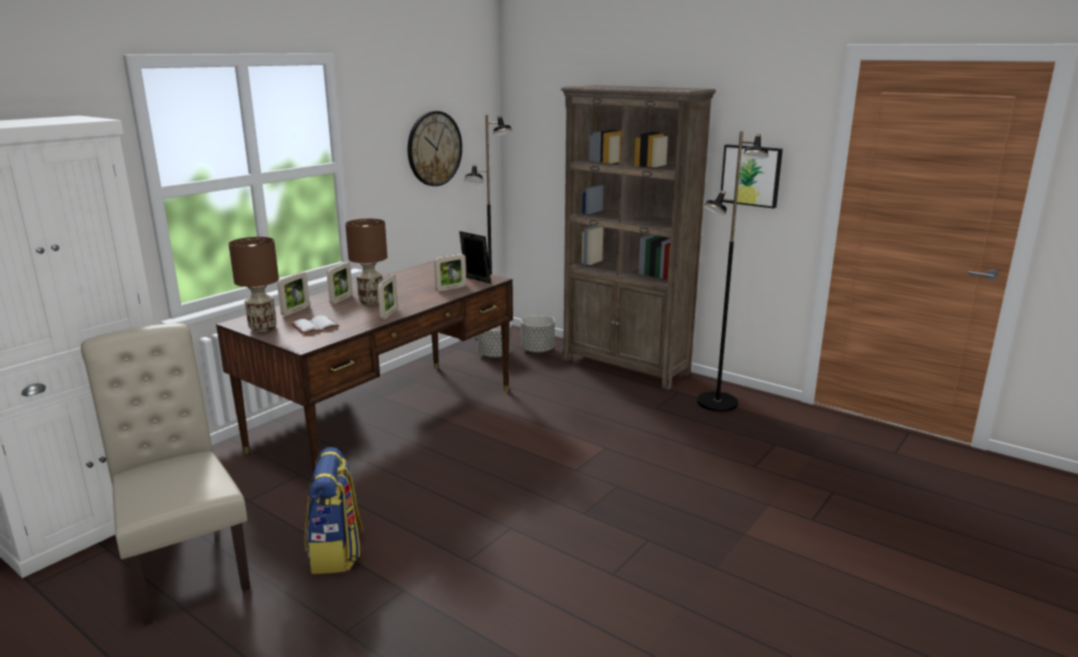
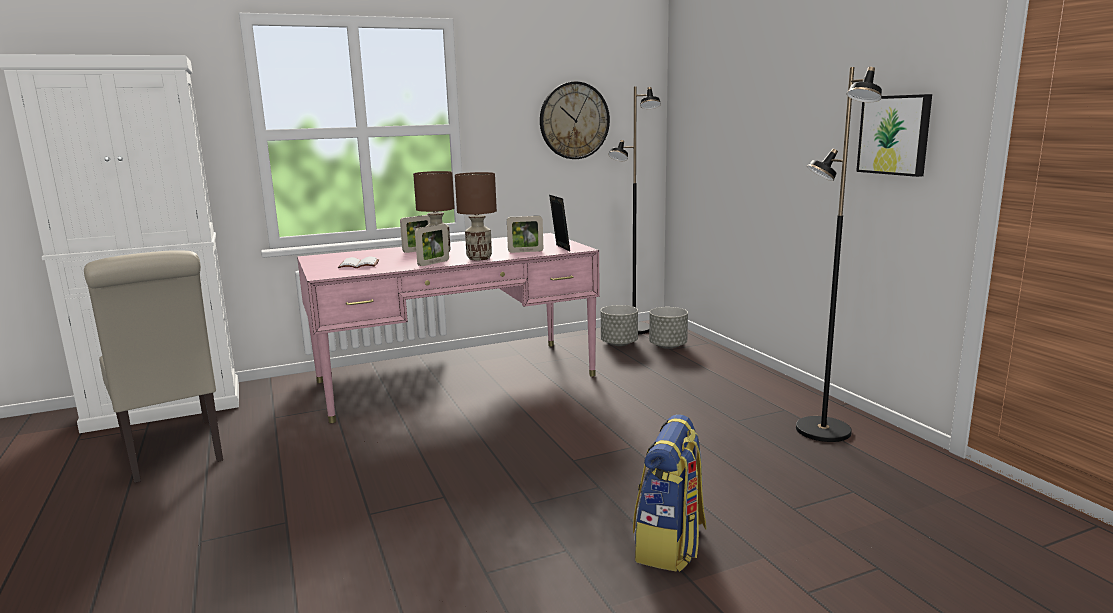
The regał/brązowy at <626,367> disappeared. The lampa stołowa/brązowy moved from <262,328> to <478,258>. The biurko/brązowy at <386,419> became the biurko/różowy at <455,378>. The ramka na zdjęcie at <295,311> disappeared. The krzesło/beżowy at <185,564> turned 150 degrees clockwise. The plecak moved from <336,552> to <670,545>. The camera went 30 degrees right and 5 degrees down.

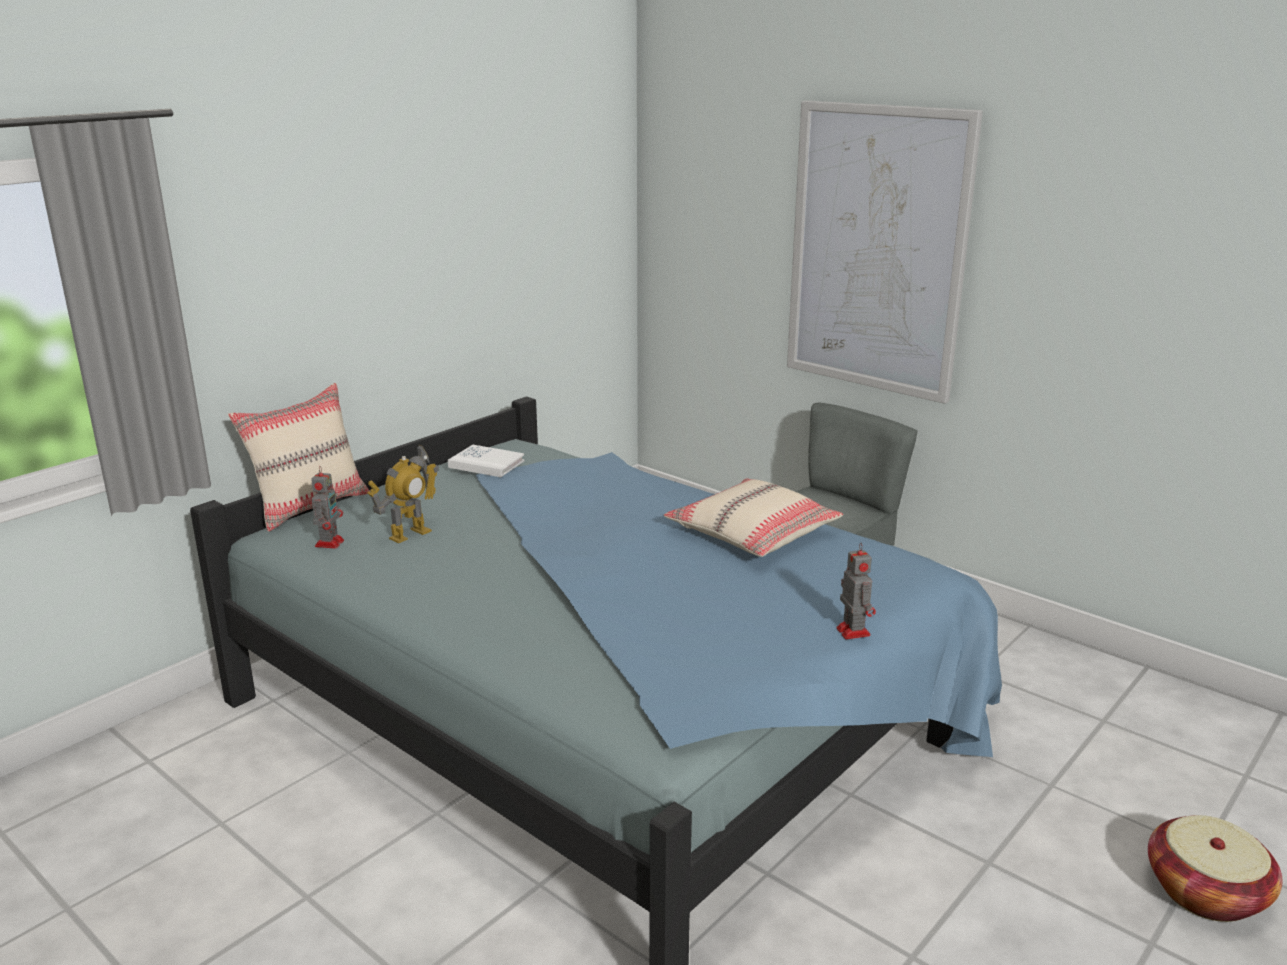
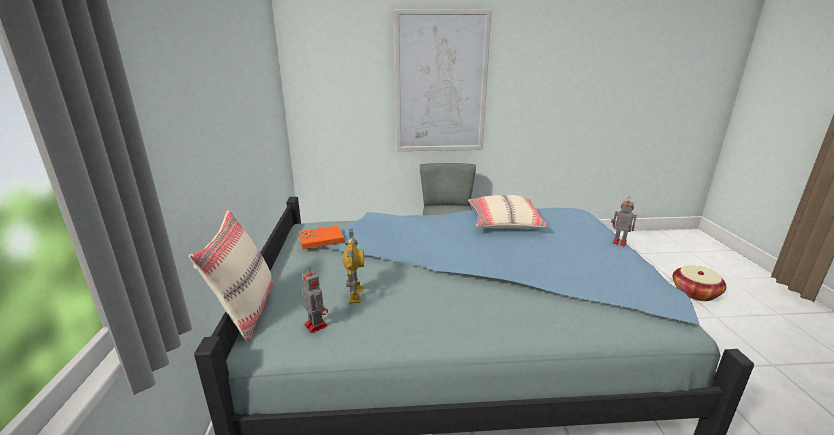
The książka/biały at <486,464> became the książka/pomarańczowy at <321,239>. The camera went 45 degrees left and 0 degrees up.

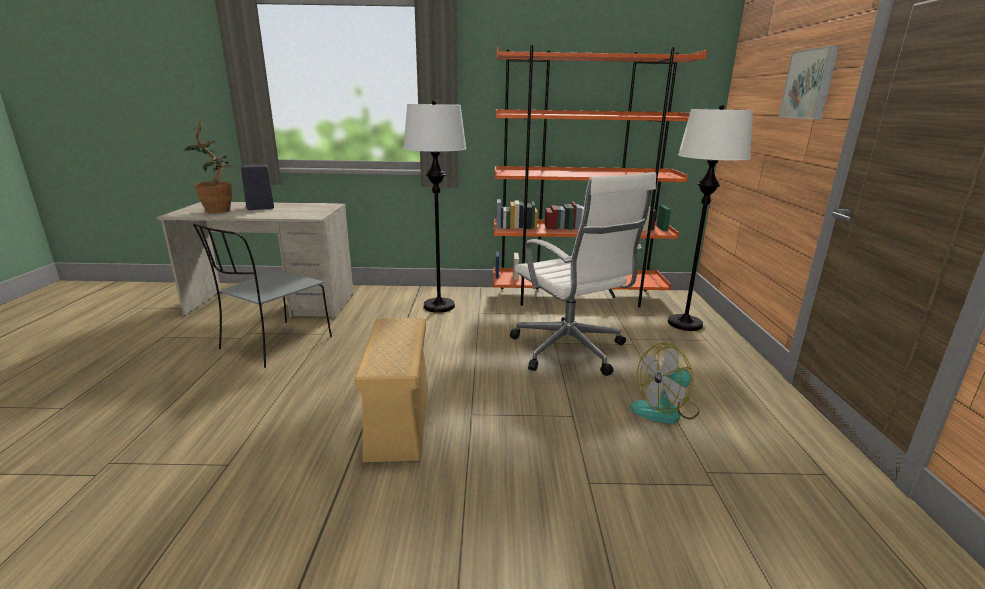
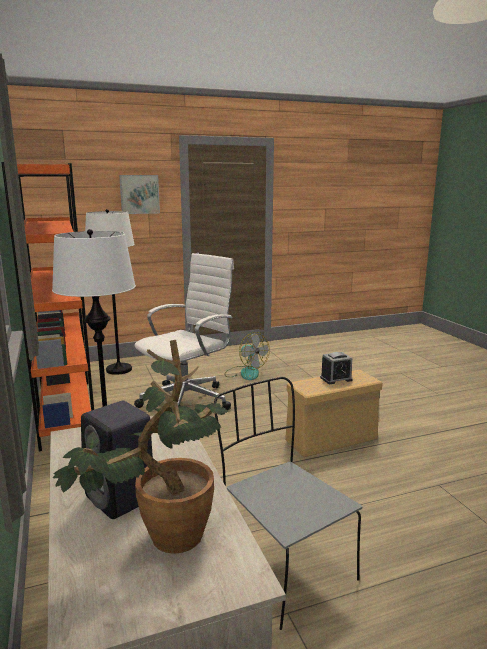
The krzesło/szary at <274,344> turned 135 degrees counterclockwise. The budzik at <336,379> appeared. The camera went 110 degrees left and 5 degrees down.

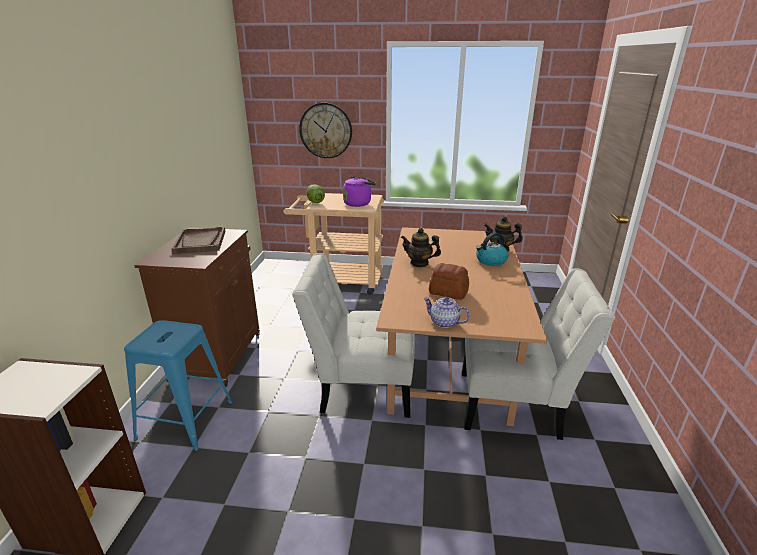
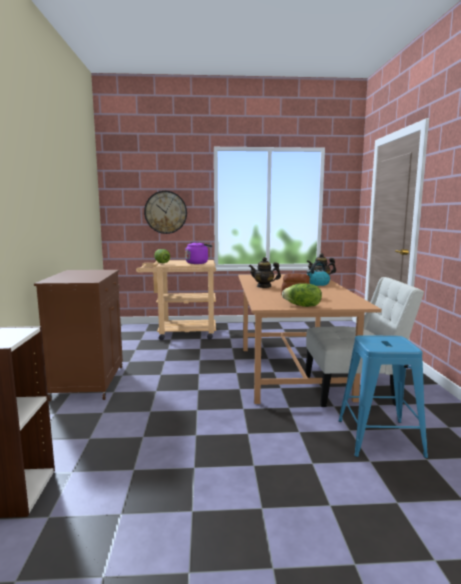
The taca/brązowy at <200,242> disappeared. The krzesło/biały at <361,386> disappeared. The imbryk at <444,323> was replaced by the sałata at <302,306>. The stołek/niebieski moved from <185,420> to <380,438>. The camera went 10 degrees left and 15 degrees down.

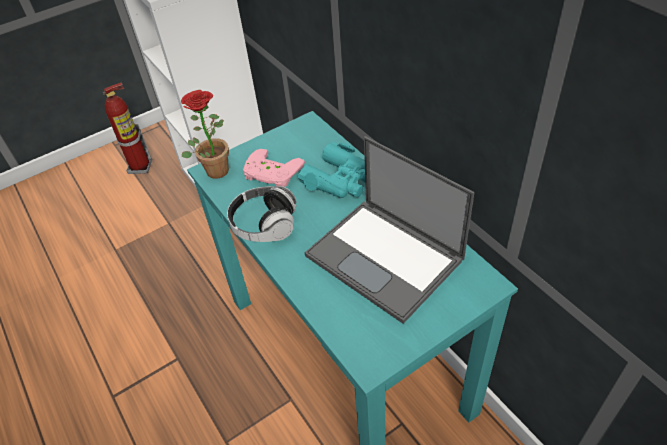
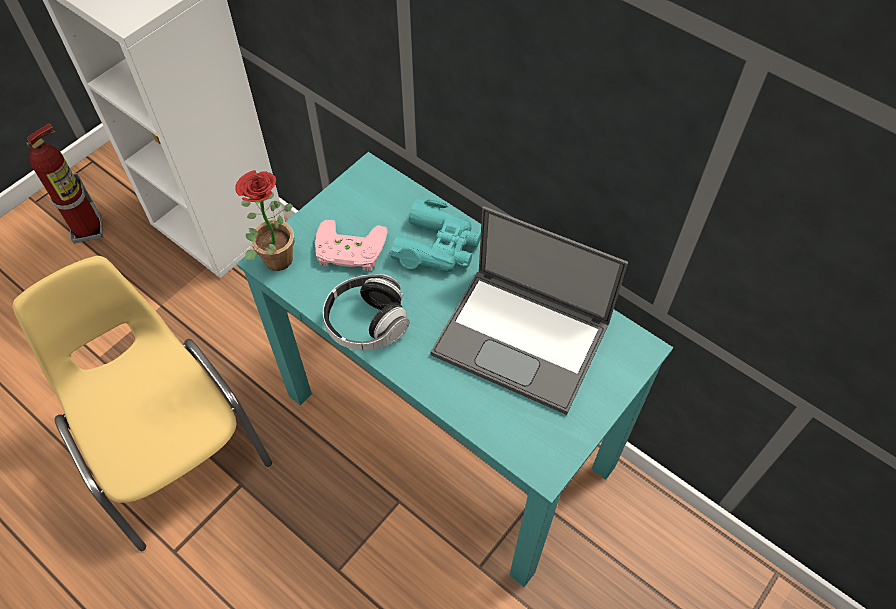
The krzesło/żółty at <172,446> appeared. The camera went 20 degrees left and 10 degrees up.

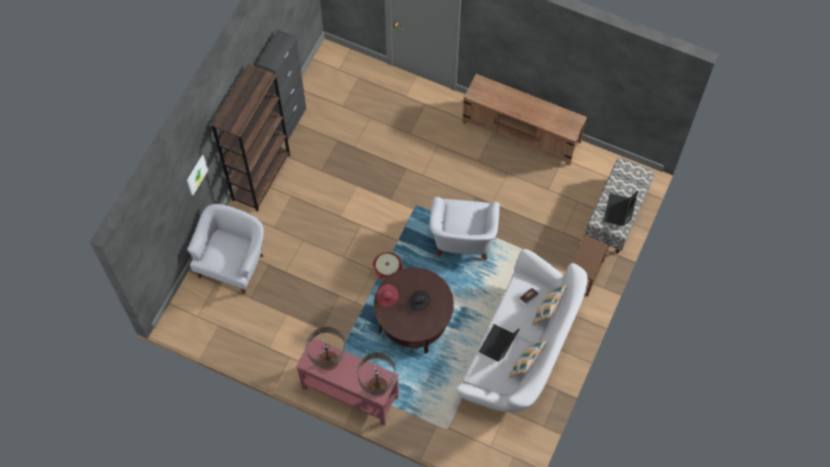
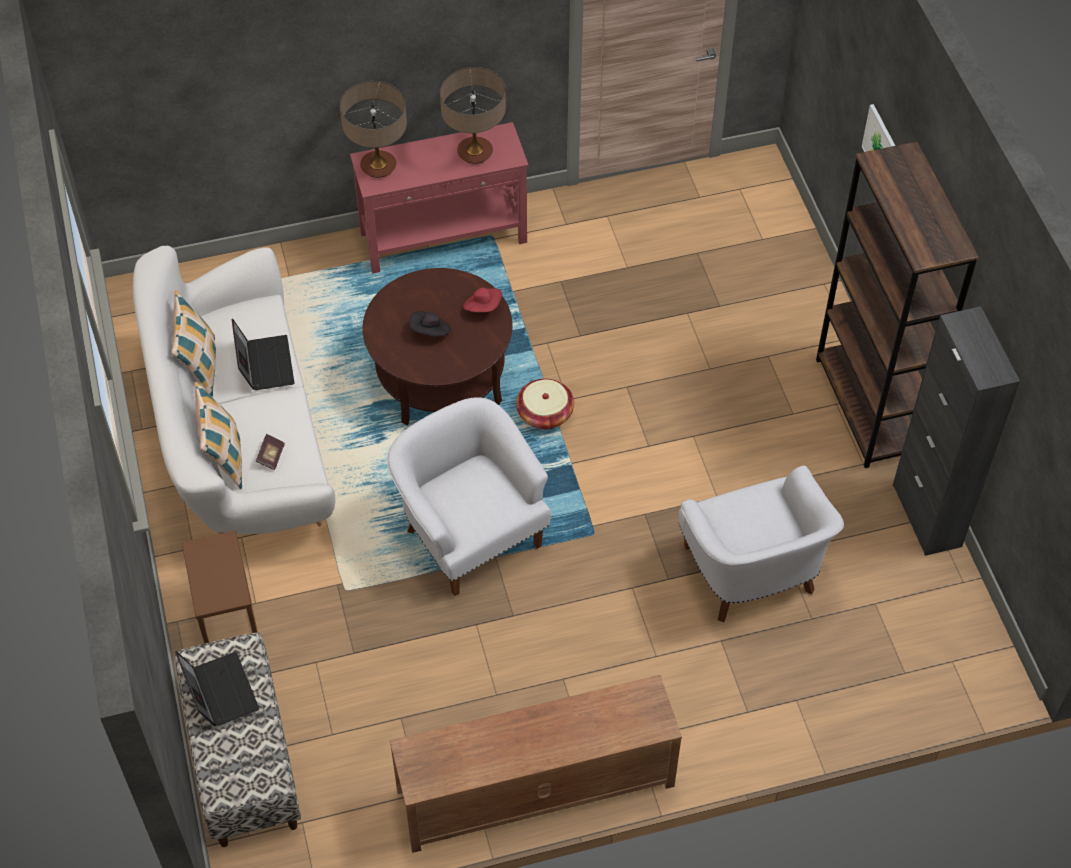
The fotel/biały moved from <233,263> to <750,575>. The camera went 140 degrees right and 10 degrees down.

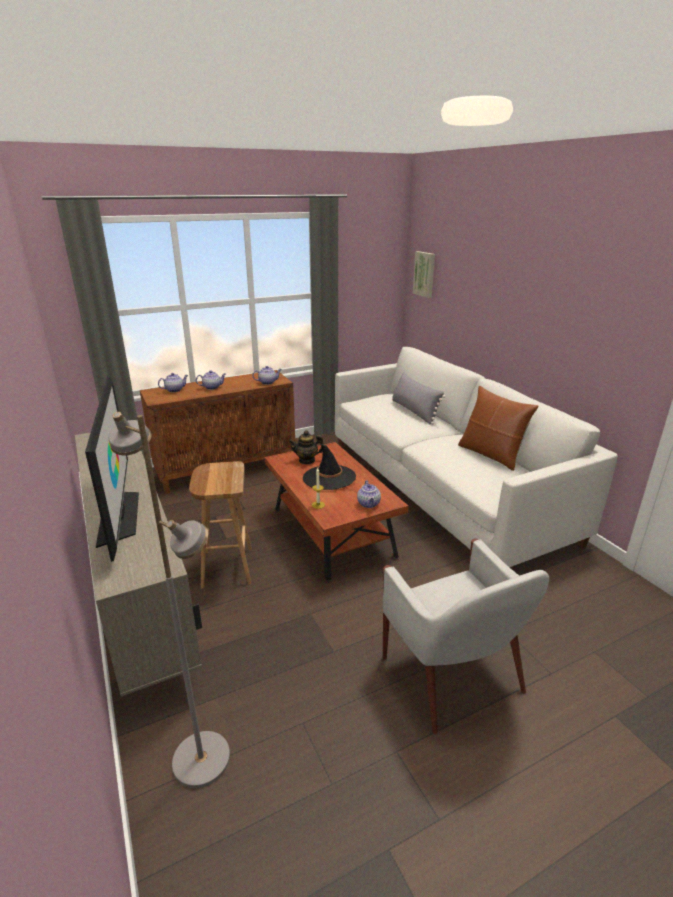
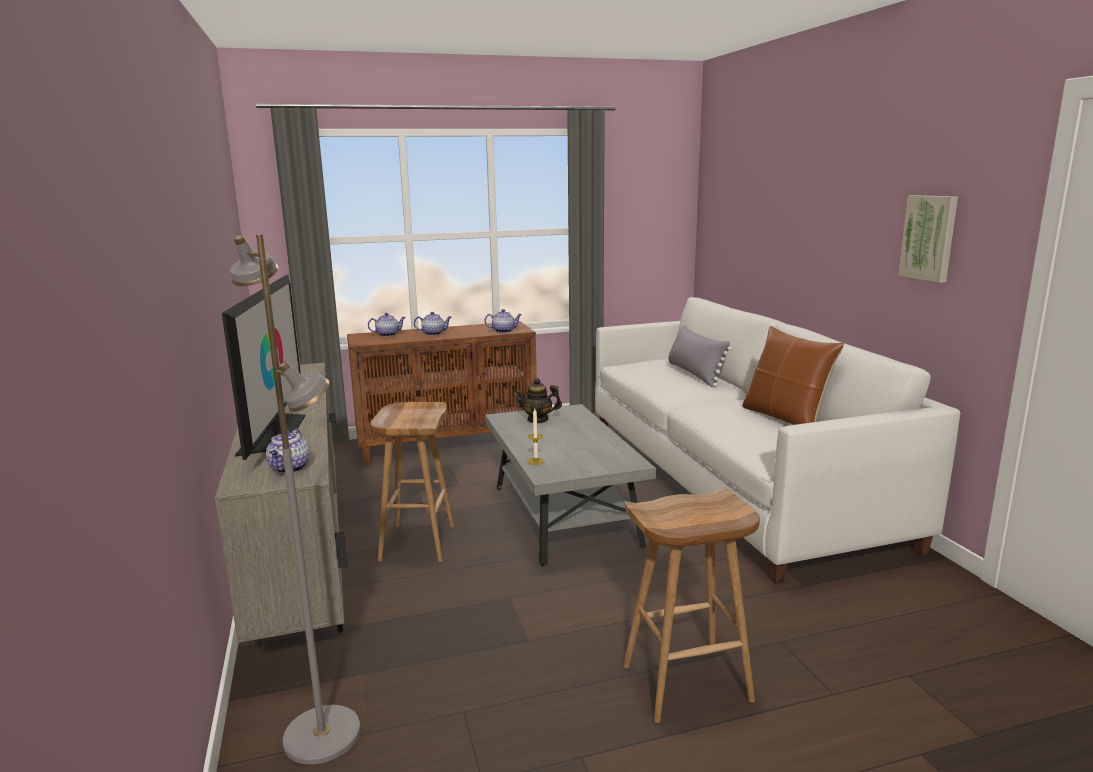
The obraz moved from <425,274> to <929,237>. The ława/brązowy at <331,533> became the ława/szary at <563,516>. The kapelusz/czarny at <329,477> disappeared. The imbryk moved from <369,504> to <290,468>. The fotel/biały at <453,677> was replaced by the stołek/brązowy at <685,684>. The camera went 10 degrees right and 10 degrees down.

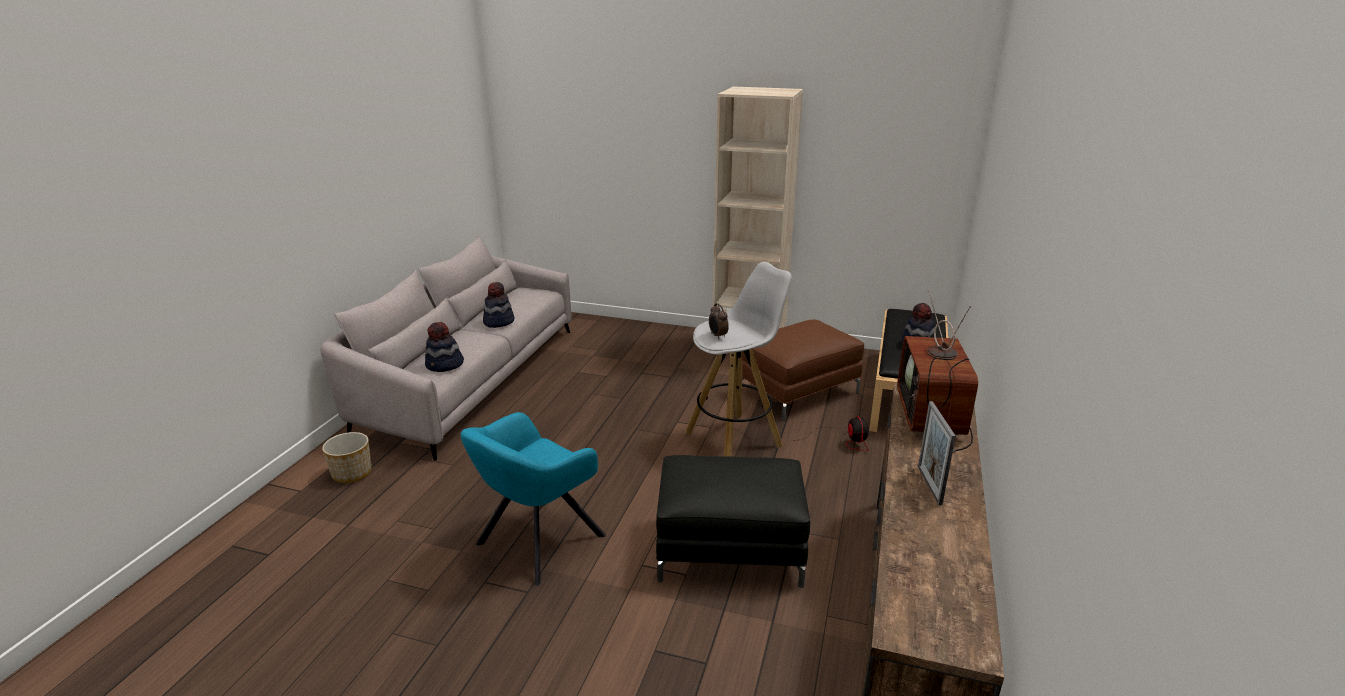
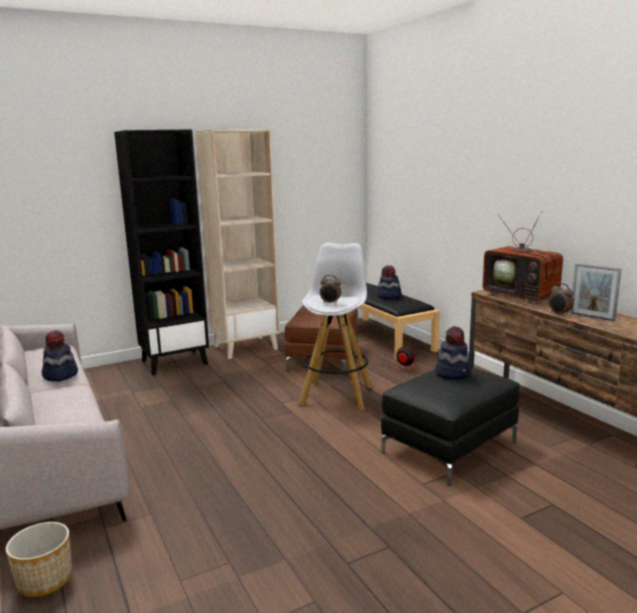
The kapelusz moved from <444,365> to <453,373>. The fotel/turkusowy at <537,542> disappeared. The regał/czarny at <175,362> appeared. The budzik at <559,314> appeared. The camera went 45 degrees left and 10 degrees down.

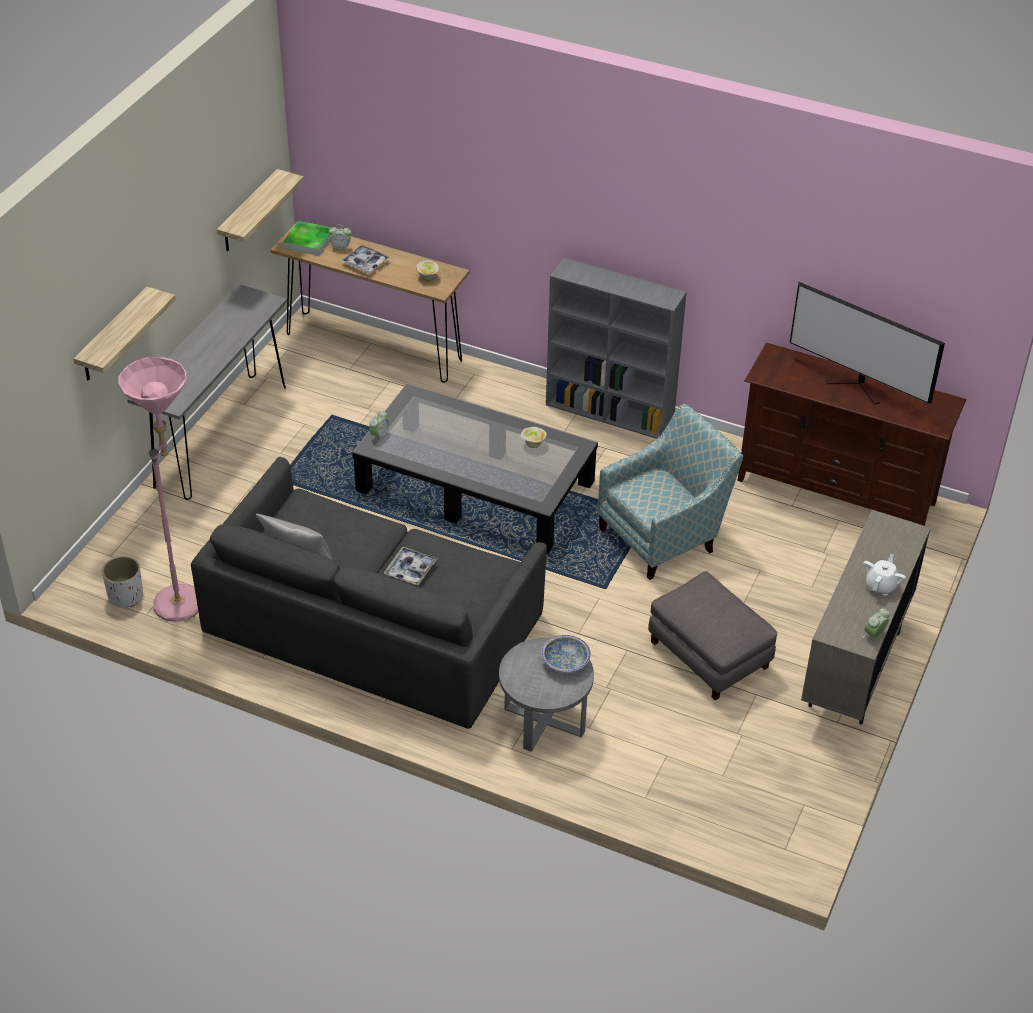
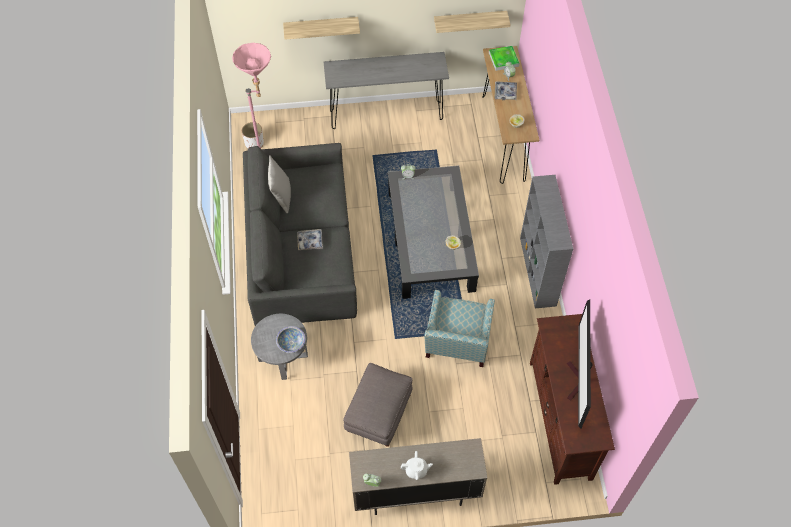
The fotel at <664,535> turned 75 degrees clockwise. The camera went 60 degrees right and 15 degrees up.

